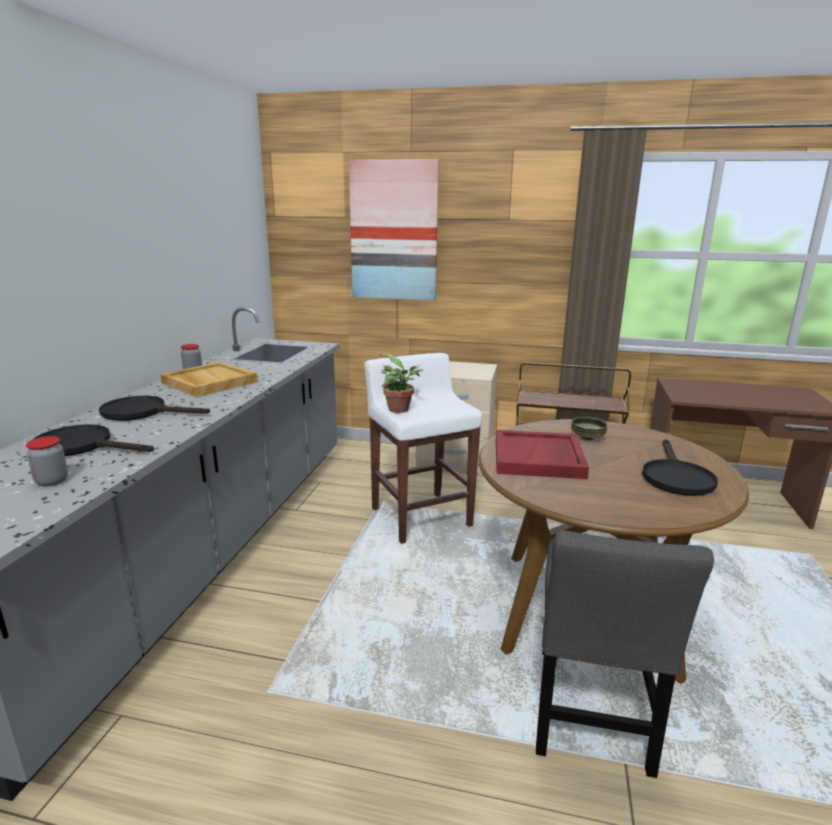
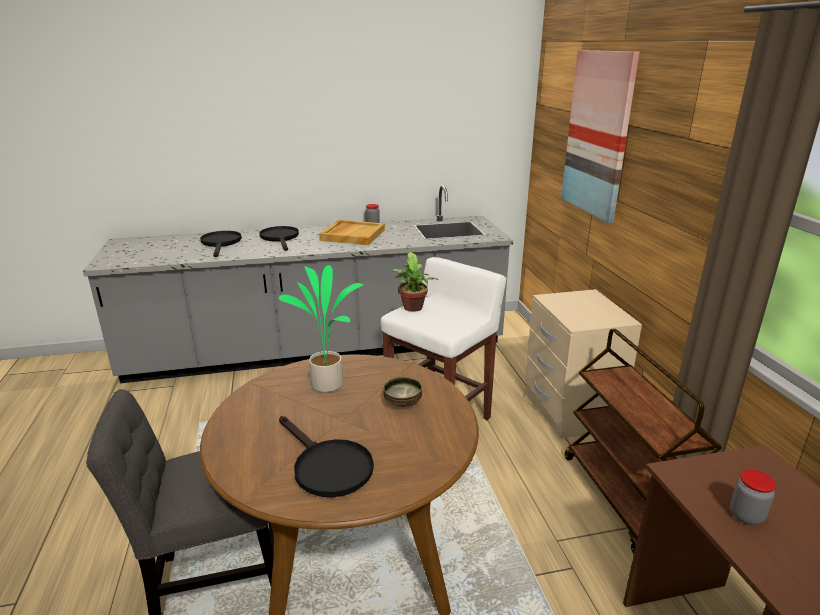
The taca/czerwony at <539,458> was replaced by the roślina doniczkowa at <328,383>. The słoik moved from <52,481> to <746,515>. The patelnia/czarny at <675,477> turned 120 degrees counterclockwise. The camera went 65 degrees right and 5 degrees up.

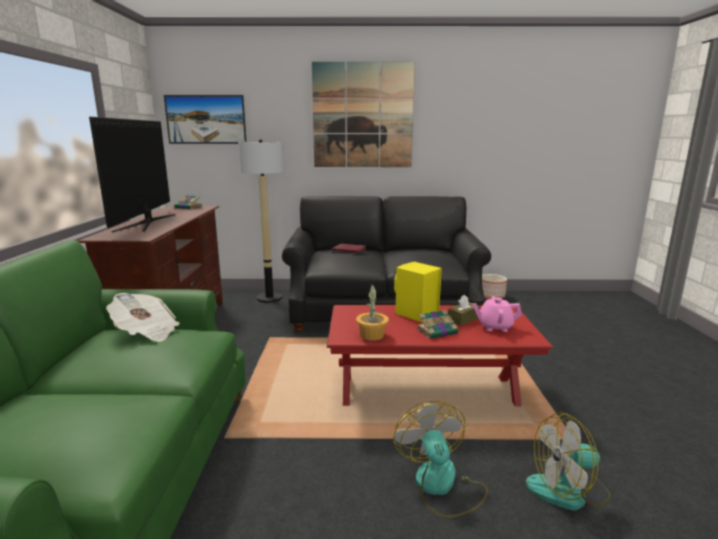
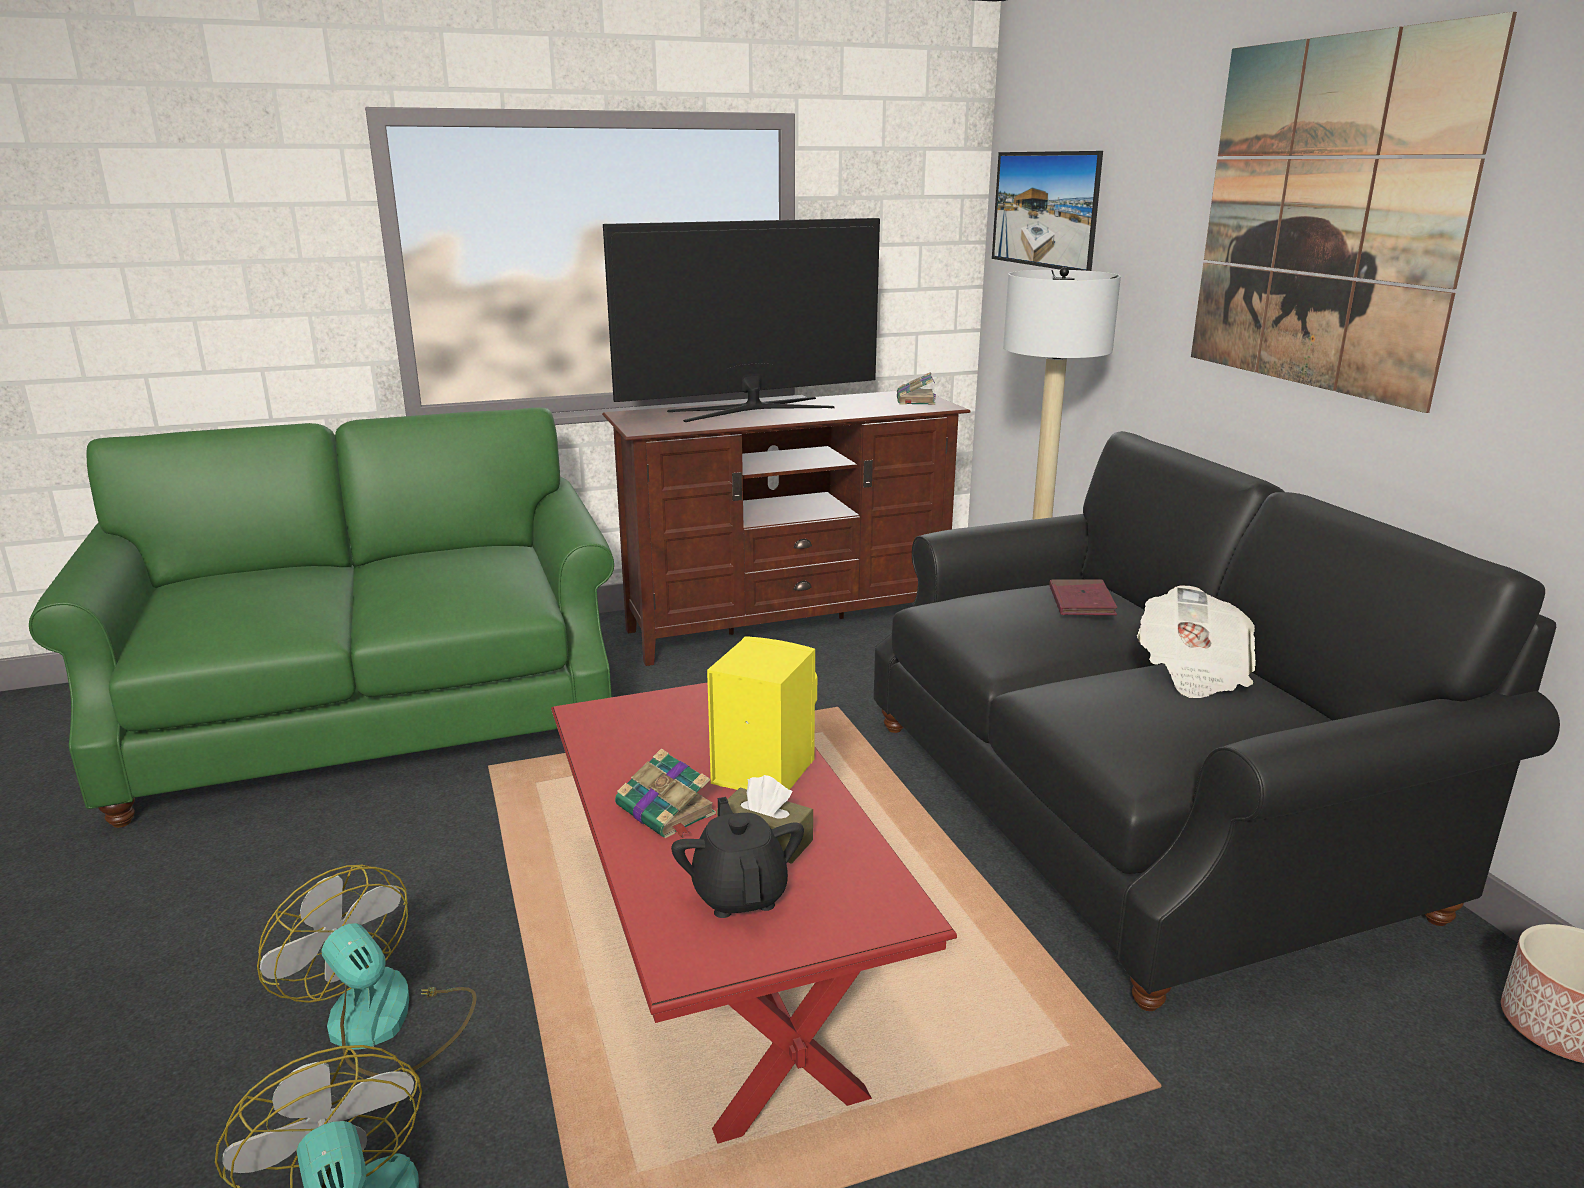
The roślina doniczkowa at <371,335> disappeared. The gazeta moved from <146,332> to <1192,672>. The imbryk/różowy at <495,327> became the imbryk/czarny at <740,894>. The wentylator at <441,486> turned 105 degrees counterclockwise. The camera went 70 degrees right and 5 degrees up.

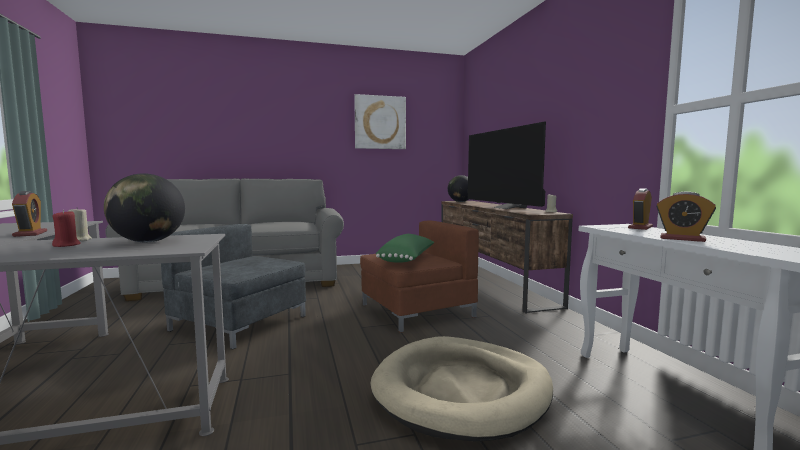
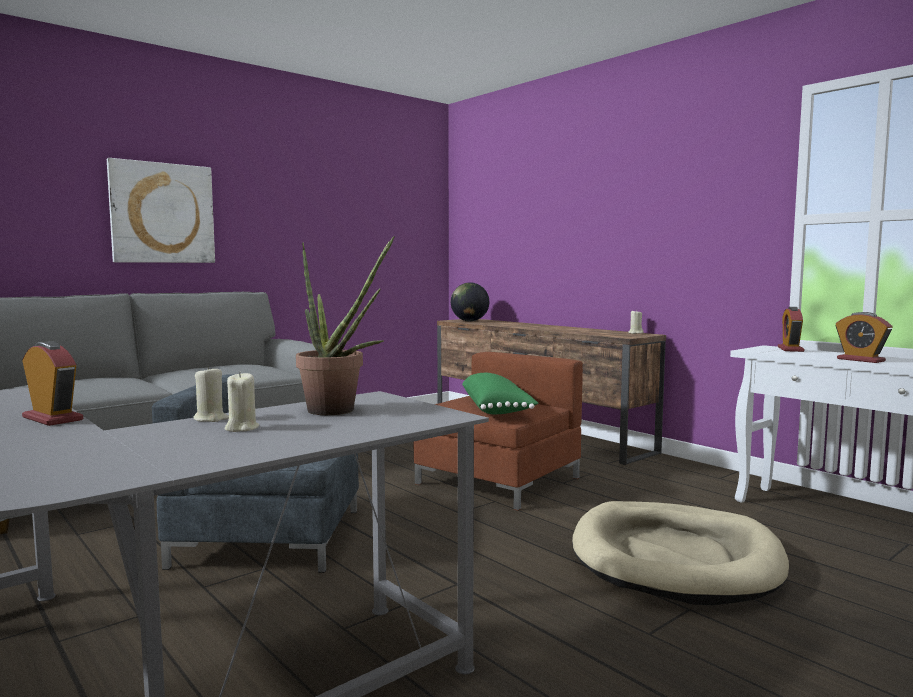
The obraz moved from <380,122> to <162,213>. The telewizor at <506,208> disappeared. The globus at <148,241> was replaced by the roślina doniczkowa at <339,411>. The budzik at <682,239> turned 45 degrees clockwise. The świeca/czerwony at <67,245> became the świeca/beżowy at <241,428>. The camera went 25 degrees left and 0 degrees up.

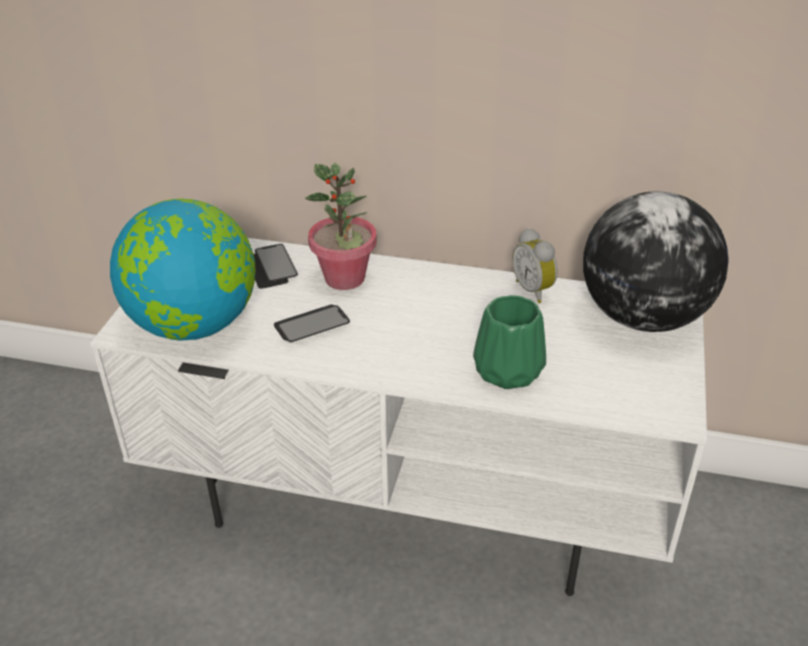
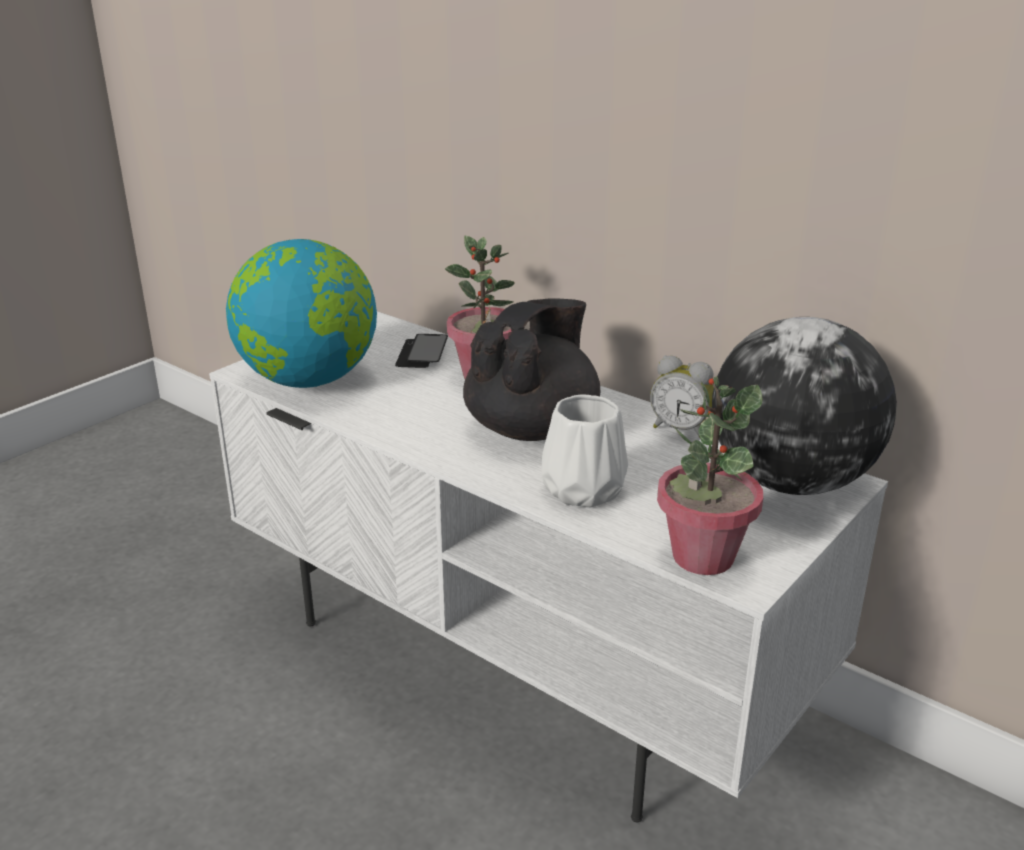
The budzik at <534,290> turned 60 degrees counterclockwise. The wazon/zielony at <507,372> became the wazon/biały at <581,490>. The telefon at <311,325> disappeared. The imbryk/czarny at <532,428> appeared. The roślina doniczkowa at <702,557> appeared. The camera went 25 degrees right and 10 degrees down.

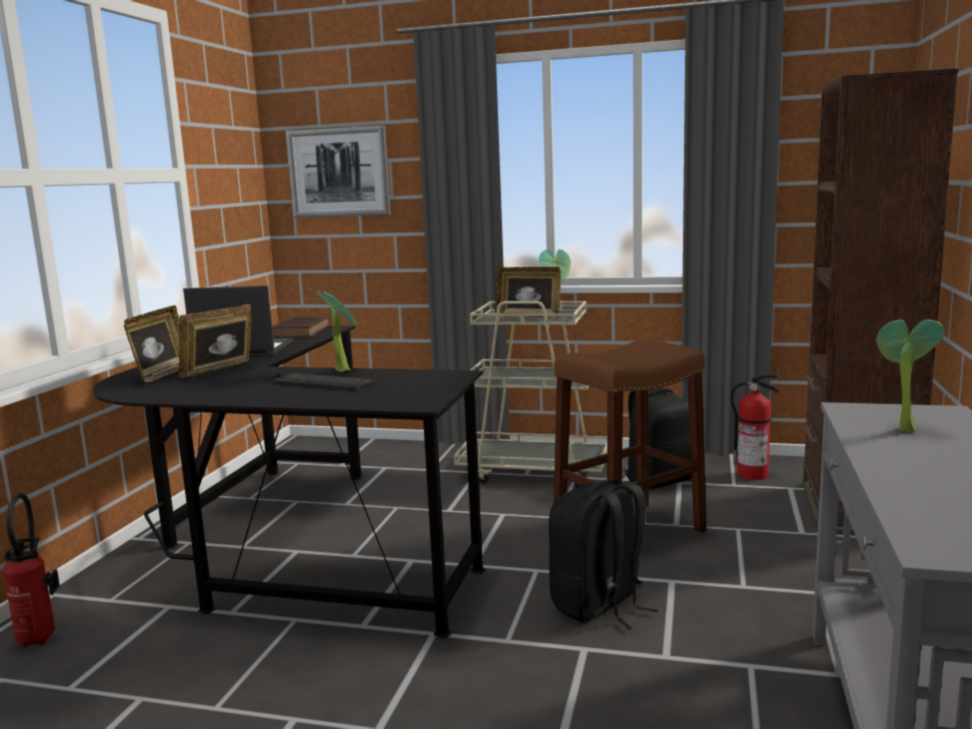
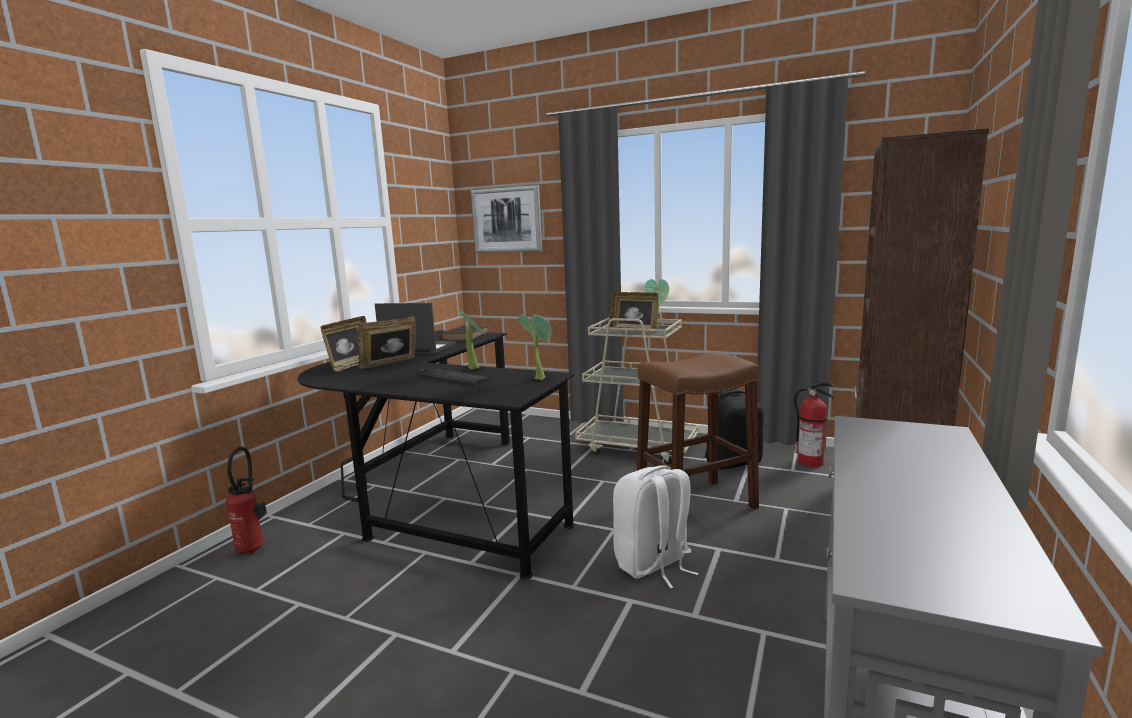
The roślina doniczkowa moved from <901,429> to <539,378>. The plecak/czarny at <599,606> became the plecak/biały at <653,565>. The camera went 10 degrees right and 0 degrees up.

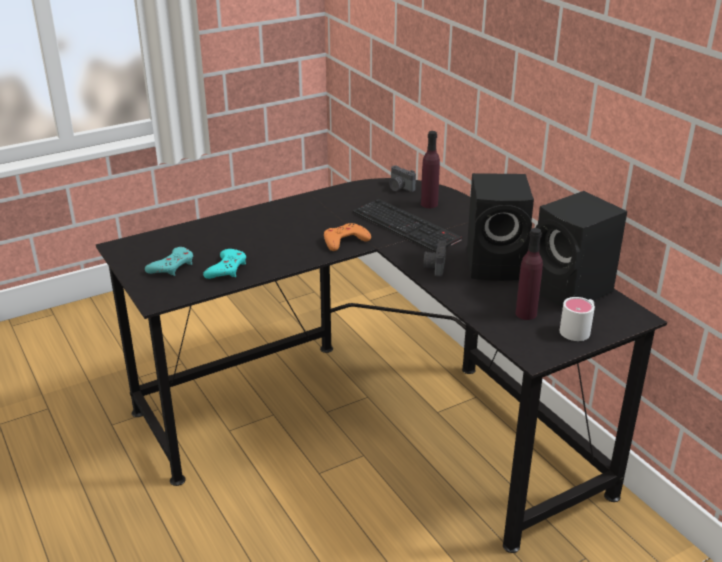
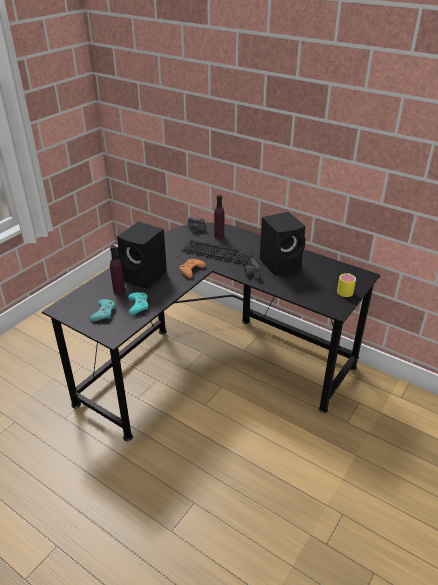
The głośnik/czarny moved from <572,291> to <145,276>. The butelka/fioletowy moved from <526,314> to <119,291>. The kubek/biały at <578,329> became the kubek/żółty at <345,290>. The camera went 25 degrees left and 5 degrees up.

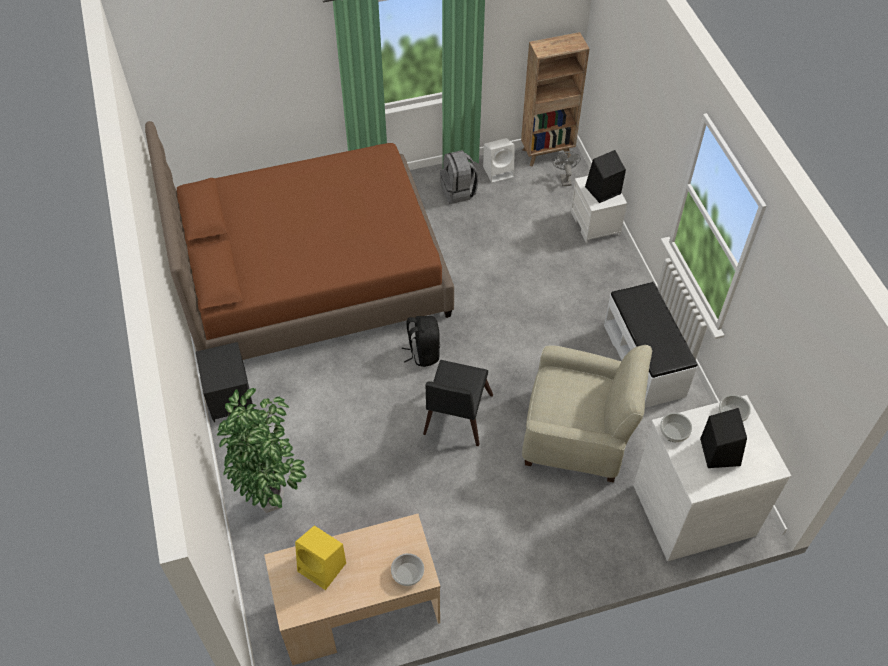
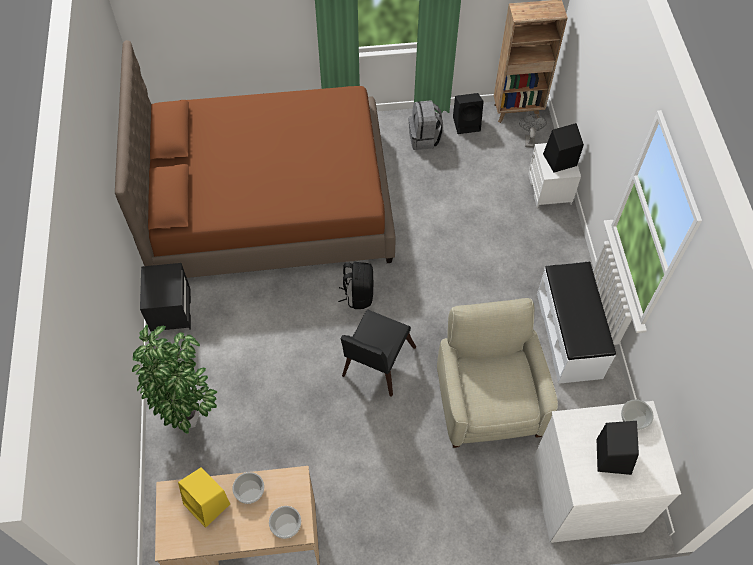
The głośnik/biały at <499,171> became the głośnik/czarny at <467,123>. The fotel/beżowy at <577,435> turned 120 degrees counterclockwise. The miska moved from <674,431> to <250,490>. The camera went 10 degrees right and 5 degrees up.

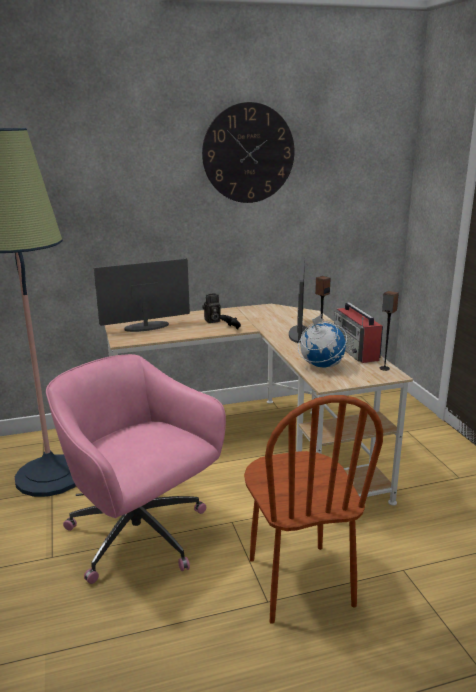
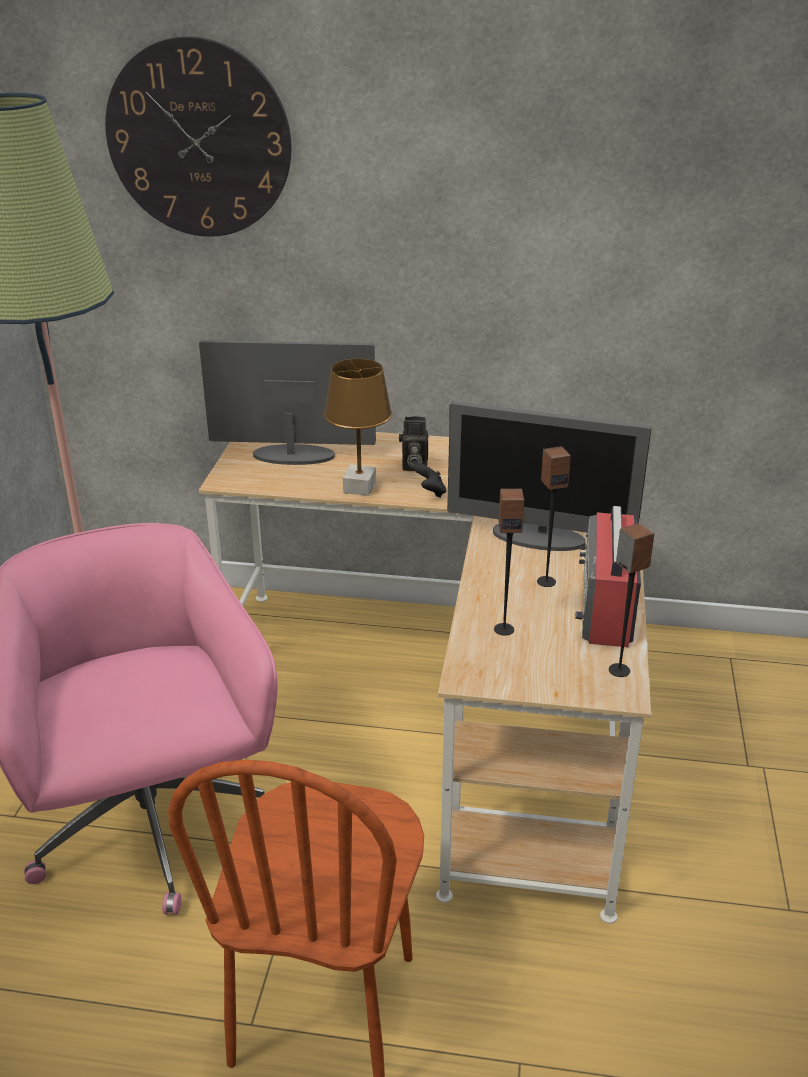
The zegar ścienny moved from <248,153> to <199,140>. The monitor at <299,334> turned 75 degrees clockwise. The globus at <321,366> was replaced by the głośnik at <504,629>. The lampa stołowa/brązowy at <359,487> appeared. The camera went 25 degrees right and 10 degrees up.

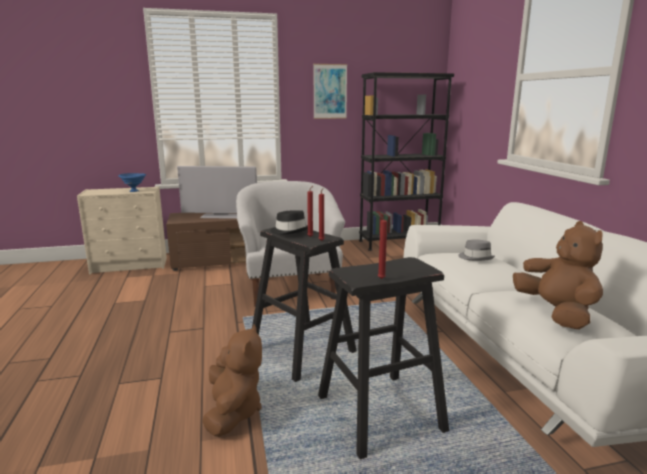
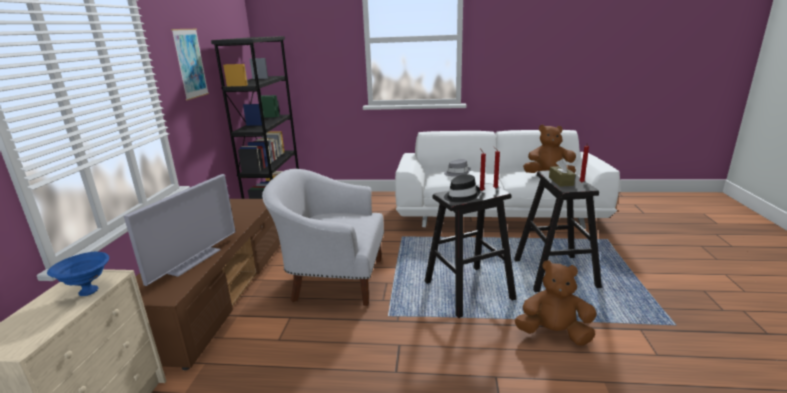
The pudełko chusteczek/brązowy at <561,181> appeared. The camera went 70 degrees left and 5 degrees up.

